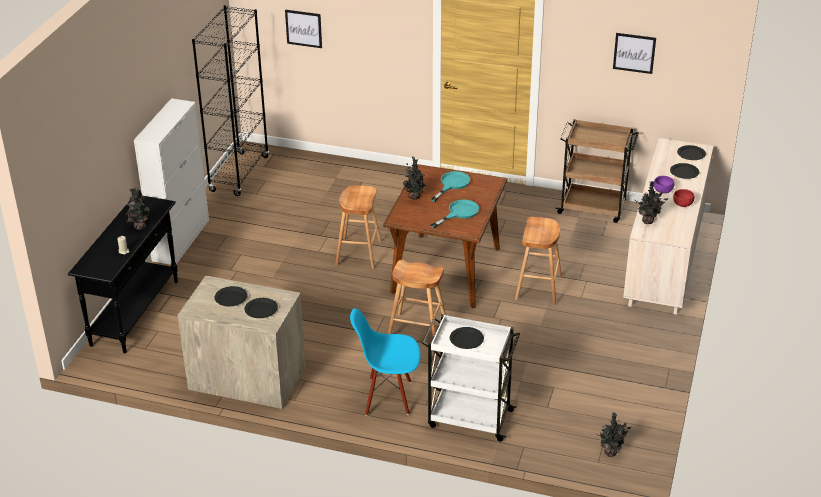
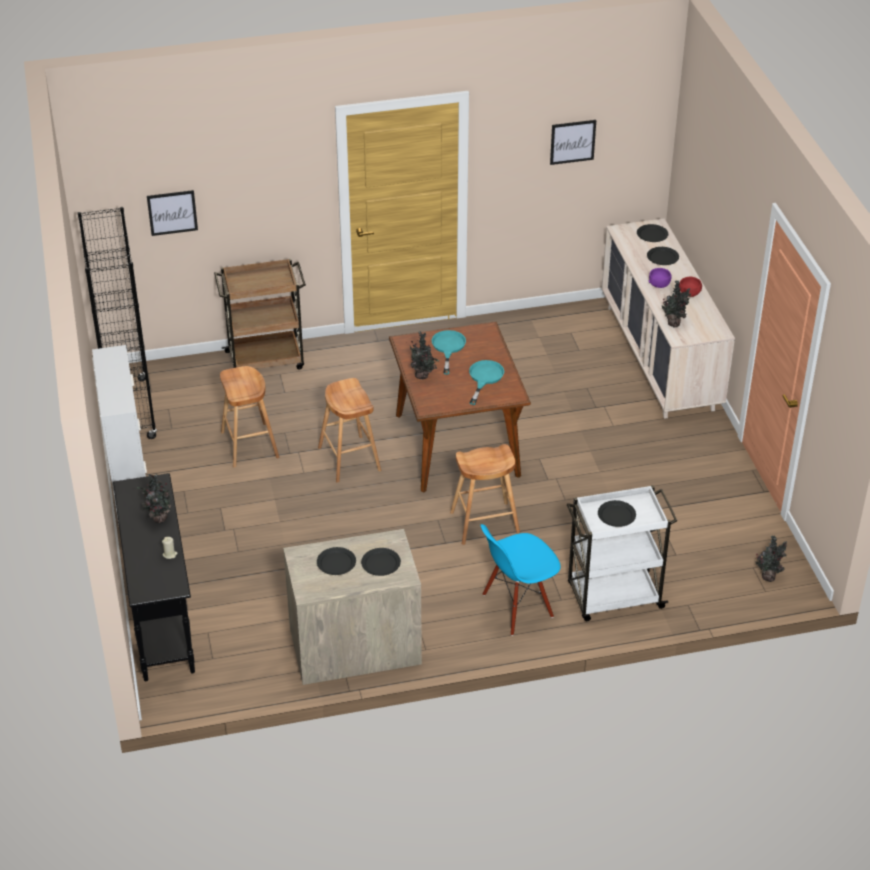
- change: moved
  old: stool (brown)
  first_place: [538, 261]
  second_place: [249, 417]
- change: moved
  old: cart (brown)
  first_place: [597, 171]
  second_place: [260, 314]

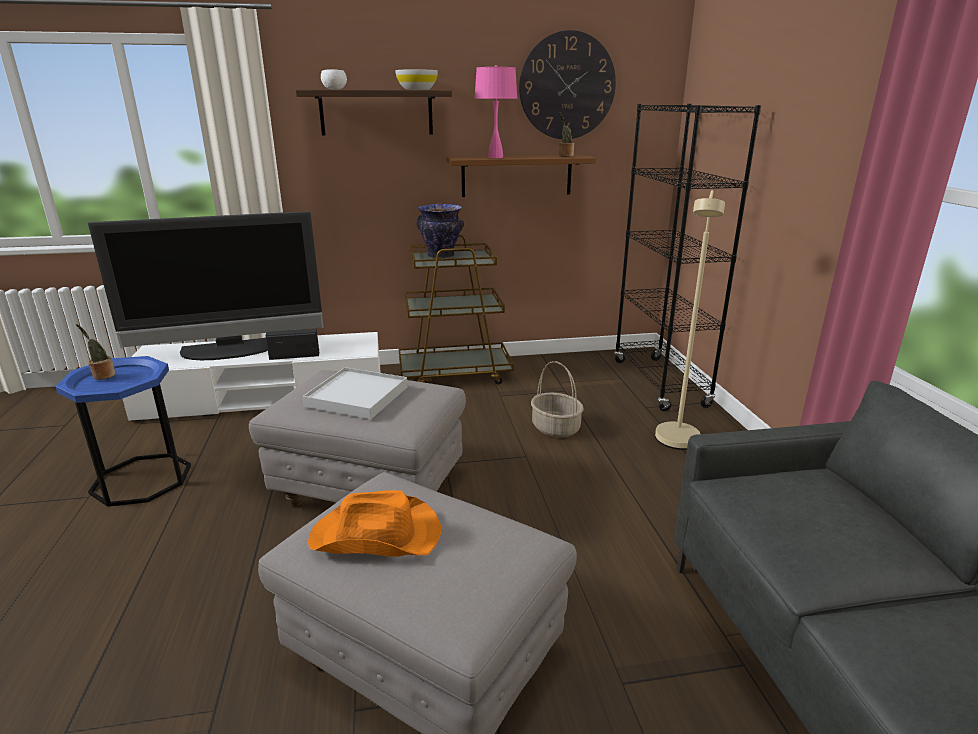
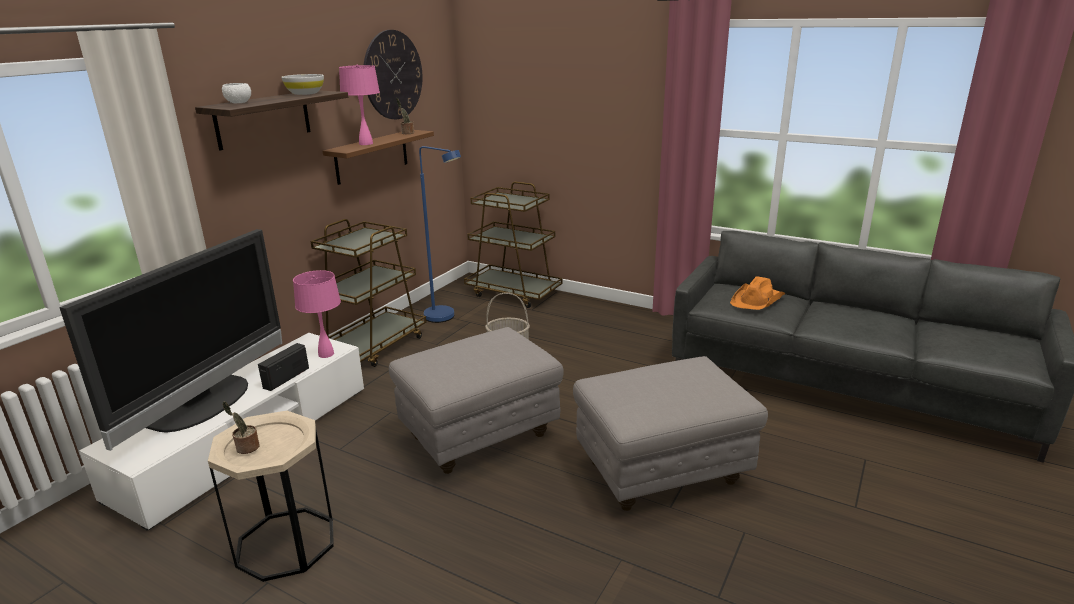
- change: recoloured
  old: side table (blue)
  new: side table (beige)
  first_place: [123, 431]
  second_place: [271, 496]
- change: removed
  old: tray (white)
  first_place: [355, 393]
- change: moved
  old: hat (orange)
  first_place: [374, 523]
  second_place: [757, 293]
- change: removed
  old: vase
  first_place: [440, 231]
- change: replaced
  old: bookcase (black)
  new: cart (brown)
  first_place: [687, 257]
  second_place: [513, 245]
- change: removed
  old: floor lamp (beige)
  first_place: [690, 320]
- change: added
  new: table lamp (pink)
  second_place: [317, 314]
- change: added
  new: floor lamp (blue)
  second_place: [440, 234]

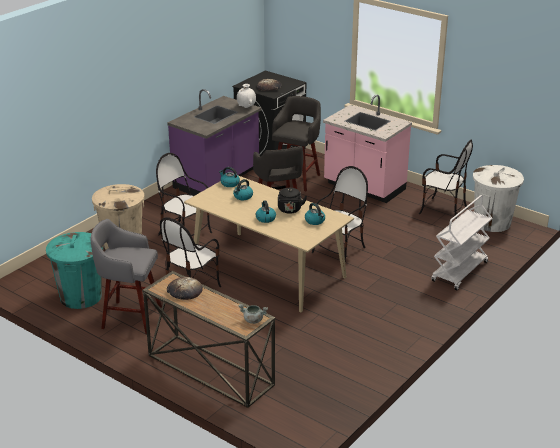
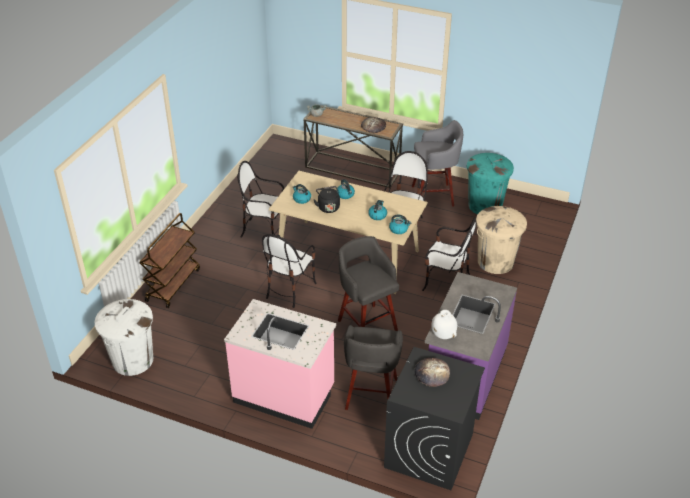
- change: moved
  old: chair
  first_place: [446, 179]
  second_place: [262, 199]
- change: recoloured
  old: cart (white)
  new: cart (brown)
  first_place: [462, 242]
  second_place: [169, 260]

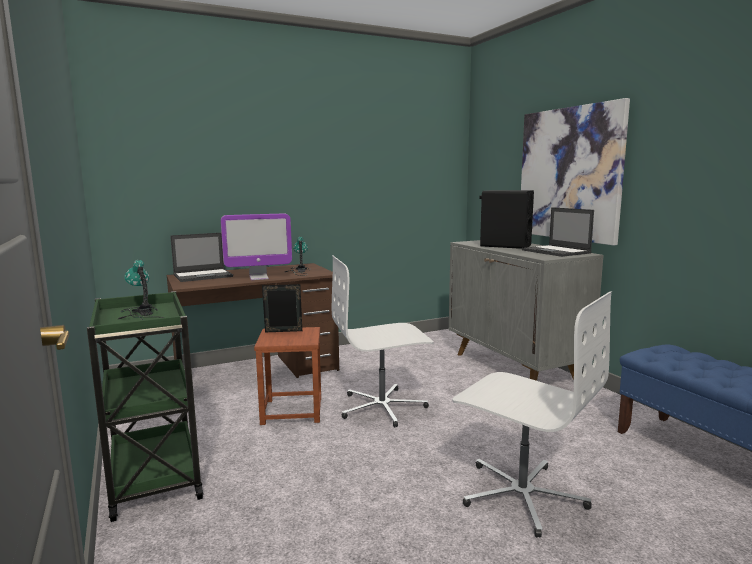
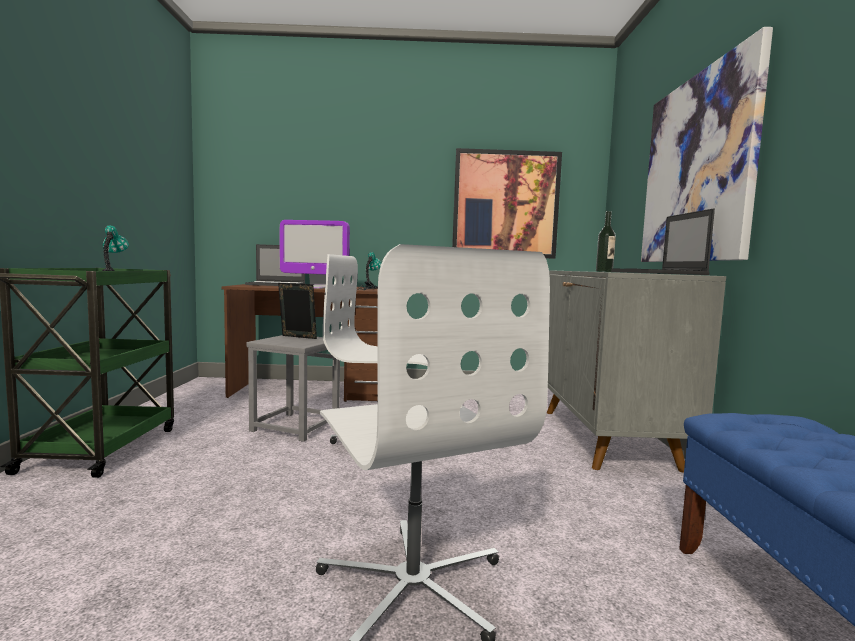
- change: recoloured
  old: stool (brown)
  new: stool (grey)
  first_place: [287, 376]
  second_place: [293, 388]
- change: replaced
  old: speaker (black)
  new: bottle
  first_place: [506, 219]
  second_place: [606, 241]
- change: added
  new: picture
  second_place: [507, 203]

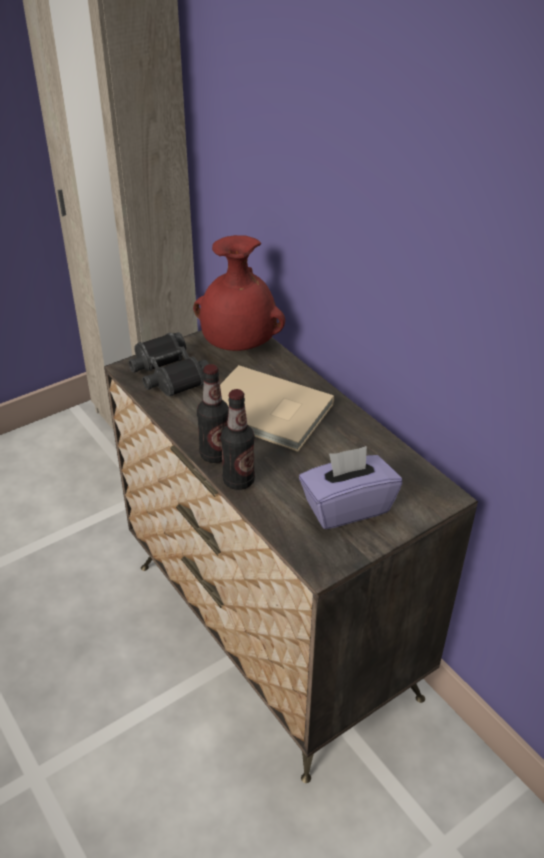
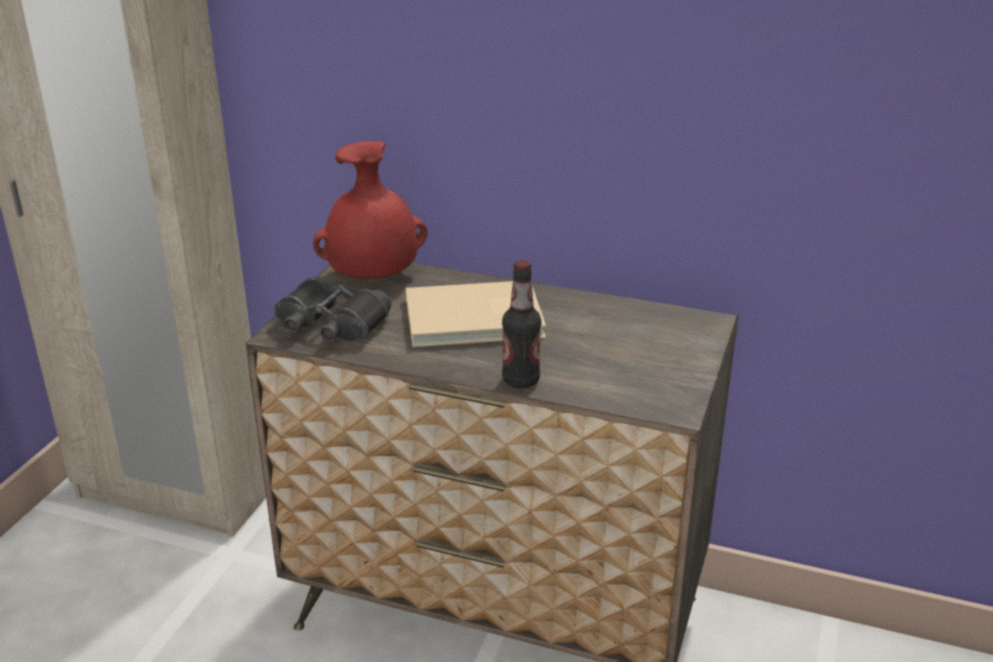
- change: removed
  old: bottle
  first_place: [213, 413]
- change: removed
  old: tissue box (purple)
  first_place: [350, 487]

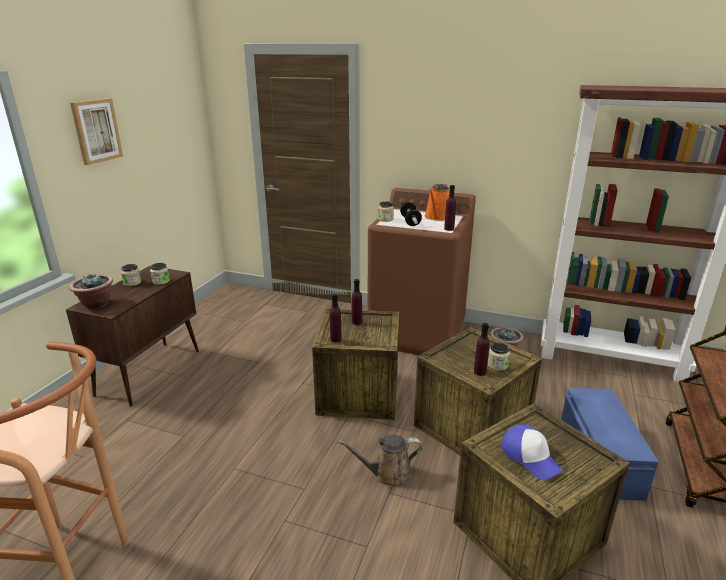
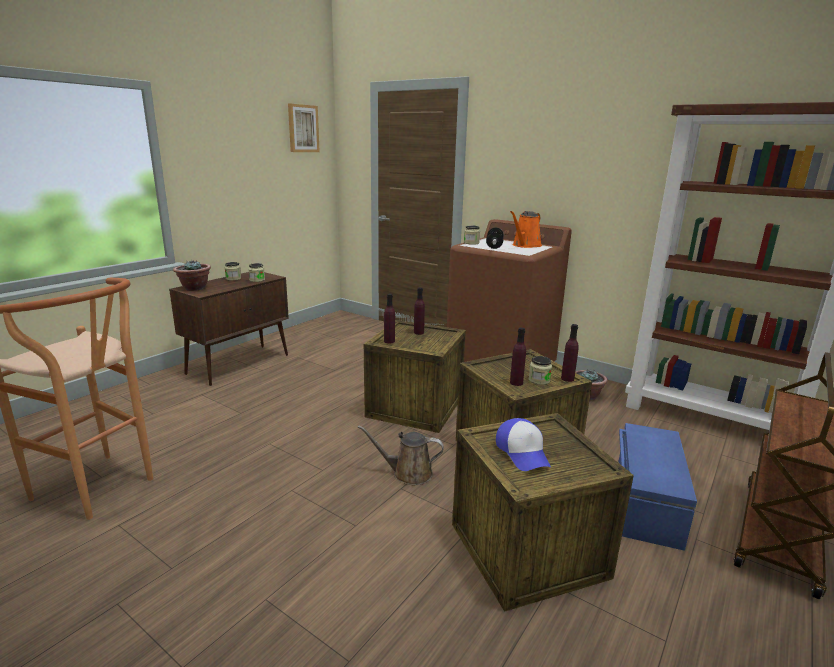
- change: moved
  old: picture
  first_place: [96, 131]
  second_place: [304, 128]
- change: moved
  old: bottle (purple)
  first_place: [450, 208]
  second_place: [570, 353]

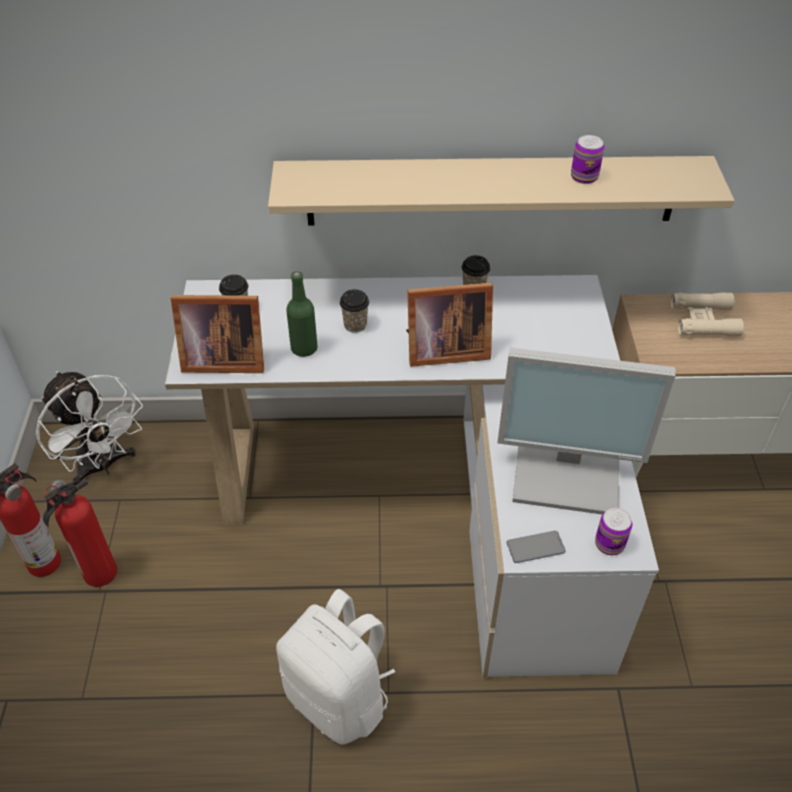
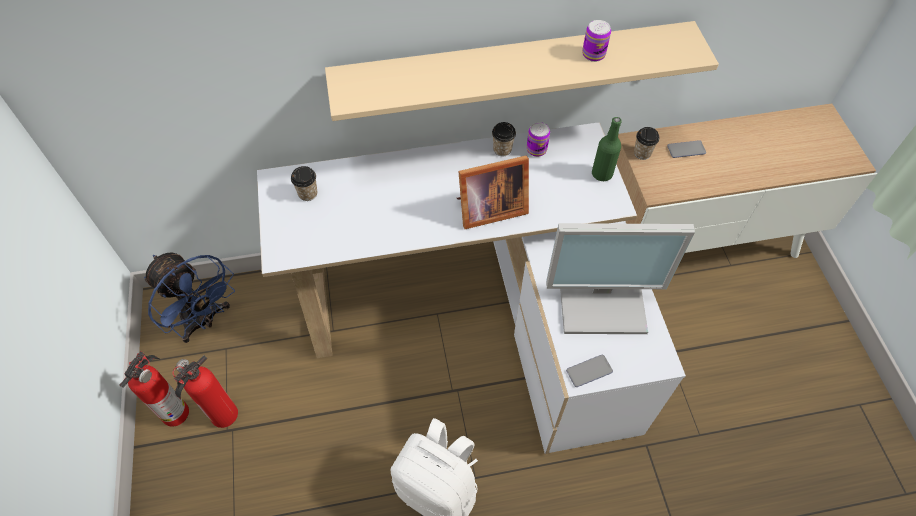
- change: recoloured
  old: fan (white)
  new: fan (blue)
  first_place: [89, 428]
  second_place: [189, 297]
- change: removed
  old: picture frame
  first_place: [217, 334]
- change: moved
  old: bottle (green)
  first_place: [301, 314]
  second_place: [607, 149]
- change: moved
  old: cup
  first_place: [354, 311]
  second_place: [647, 143]
- change: moved
  old: can
  first_place: [613, 531]
  second_place: [538, 139]
- change: replaced
  old: binoculars (beige)
  new: phone
  first_place: [707, 314]
  second_place: [686, 149]

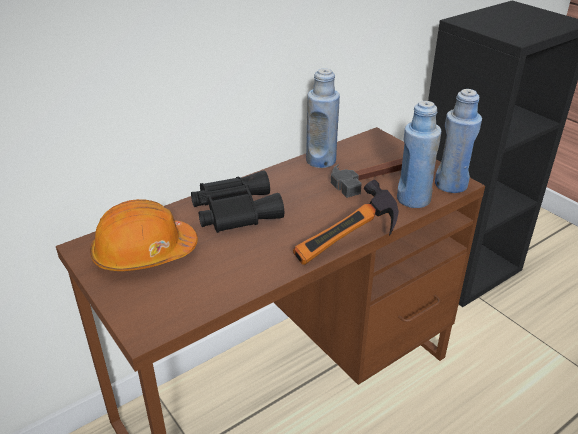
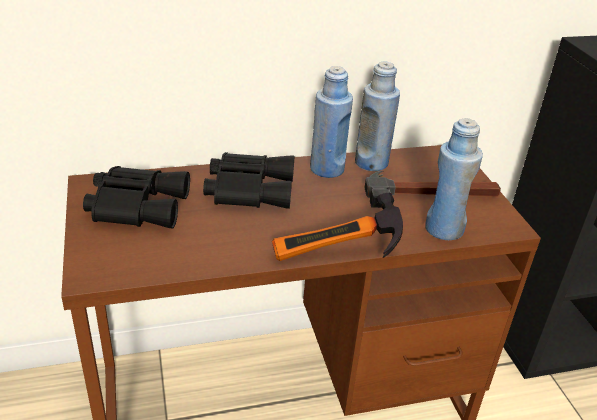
- change: replaced
  old: hard hat (orange)
  new: binoculars (black)
  first_place: [144, 235]
  second_place: [136, 197]
- change: moved
  old: bottle (blue)
  first_place: [458, 141]
  second_place: [331, 122]

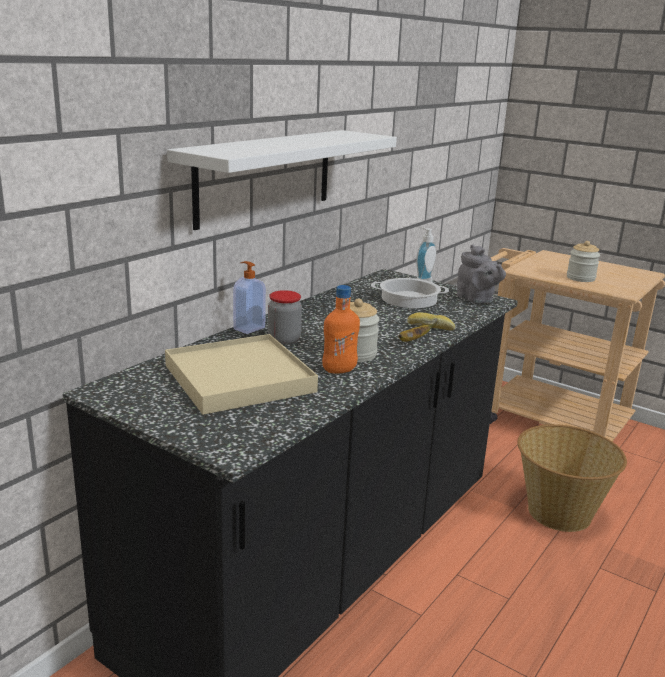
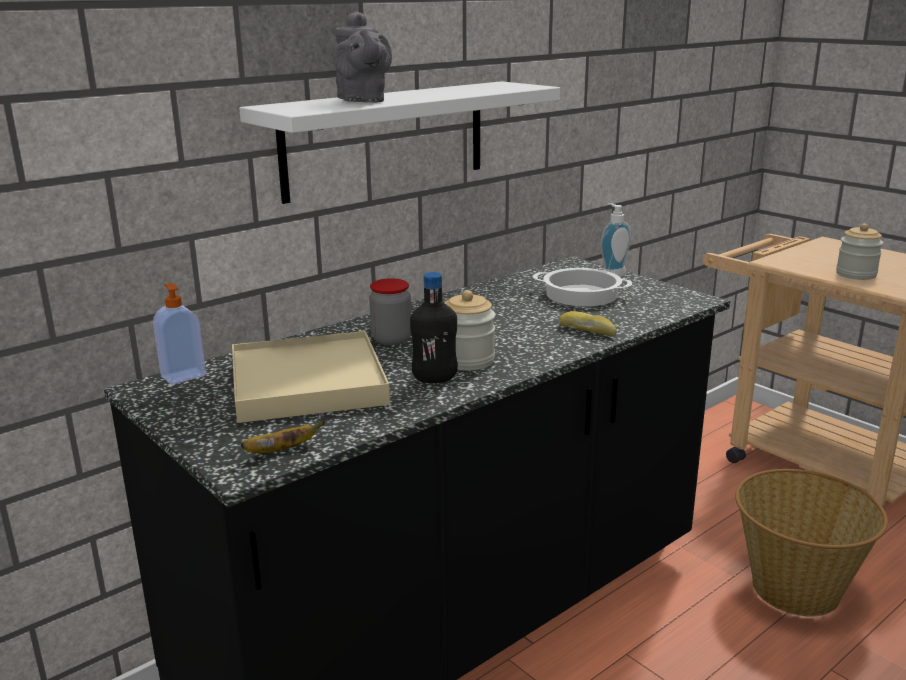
- change: moved
  old: soap dispenser
  first_place: [249, 297]
  second_place: [179, 334]
- change: recoloured
  old: bottle (orange)
  new: bottle (black)
  first_place: [341, 329]
  second_place: [434, 327]
- change: moved
  old: banana
  first_place: [418, 331]
  second_place: [283, 437]
- change: moved
  old: teapot (grey)
  first_place: [481, 274]
  second_place: [362, 56]

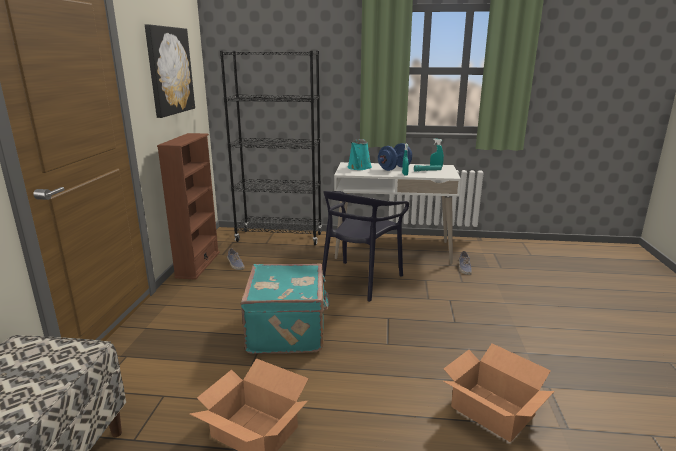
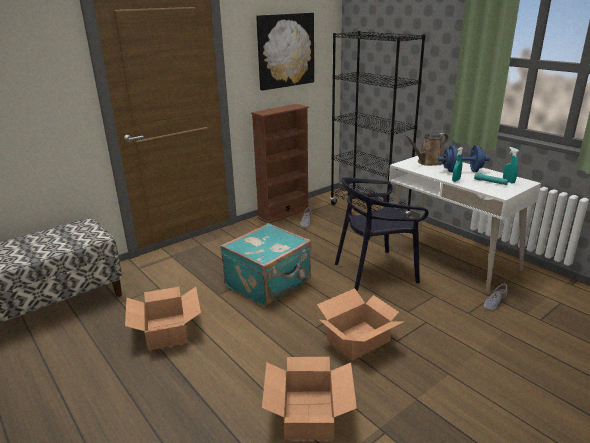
- change: recoloured
  old: watering can (turquoise)
  new: watering can (brown)
  first_place: [359, 154]
  second_place: [427, 149]
- change: added
  new: cardboard box
  second_place: [360, 325]

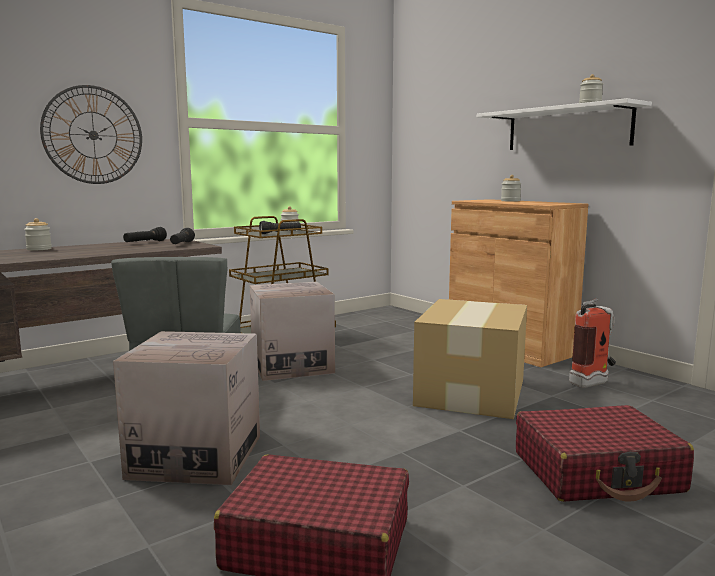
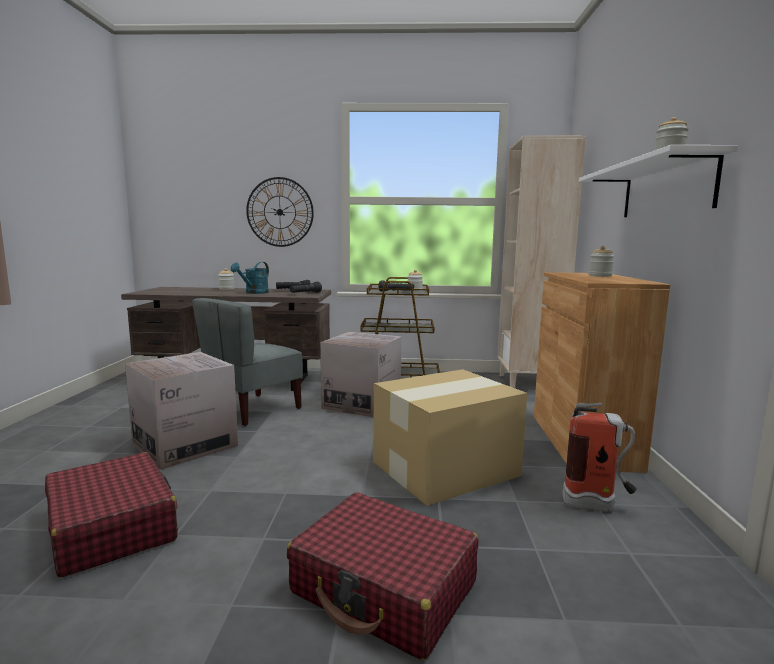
- change: added
  new: watering can (turquoise)
  second_place: [250, 278]
- change: added
  new: bookcase (beige)
  second_place: [541, 261]

